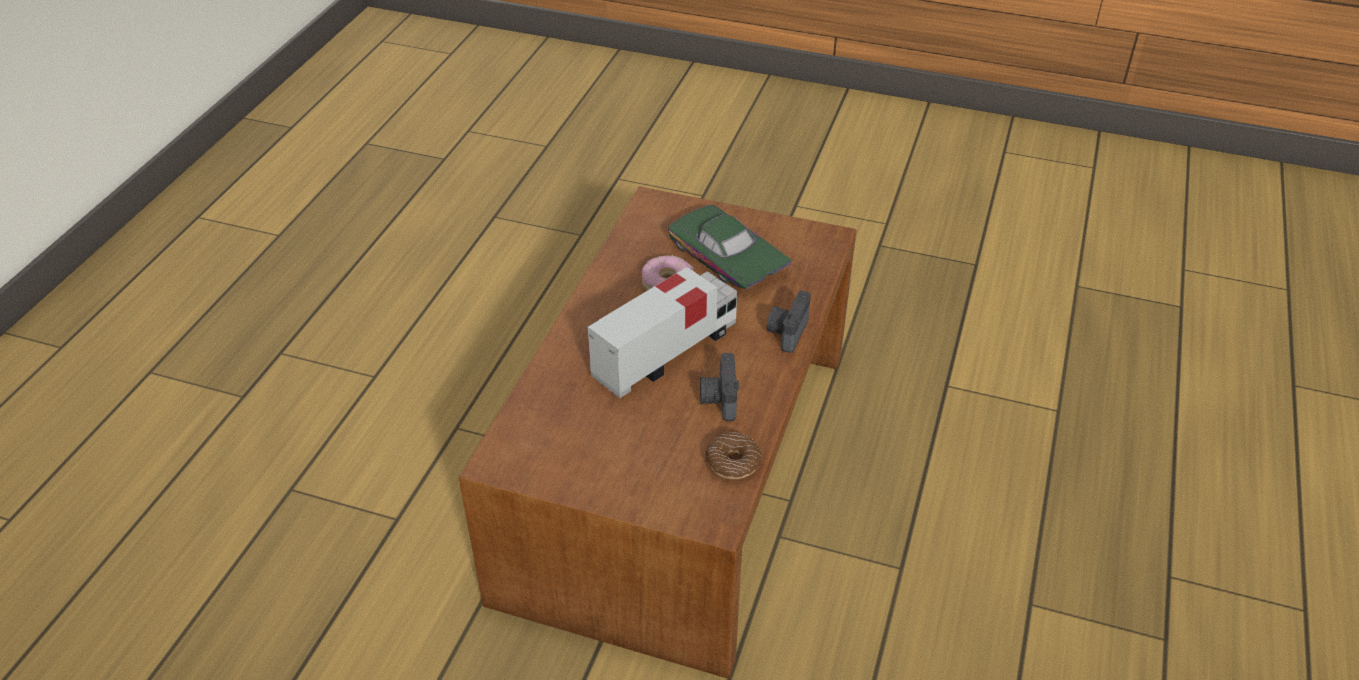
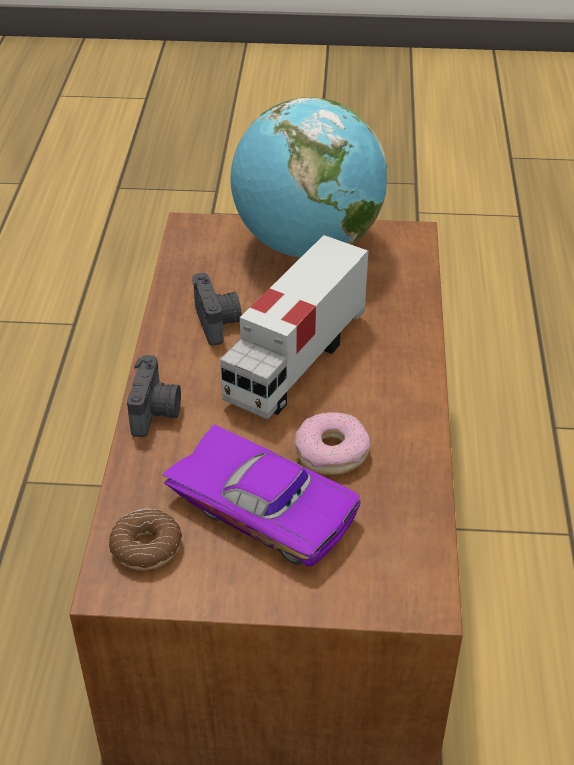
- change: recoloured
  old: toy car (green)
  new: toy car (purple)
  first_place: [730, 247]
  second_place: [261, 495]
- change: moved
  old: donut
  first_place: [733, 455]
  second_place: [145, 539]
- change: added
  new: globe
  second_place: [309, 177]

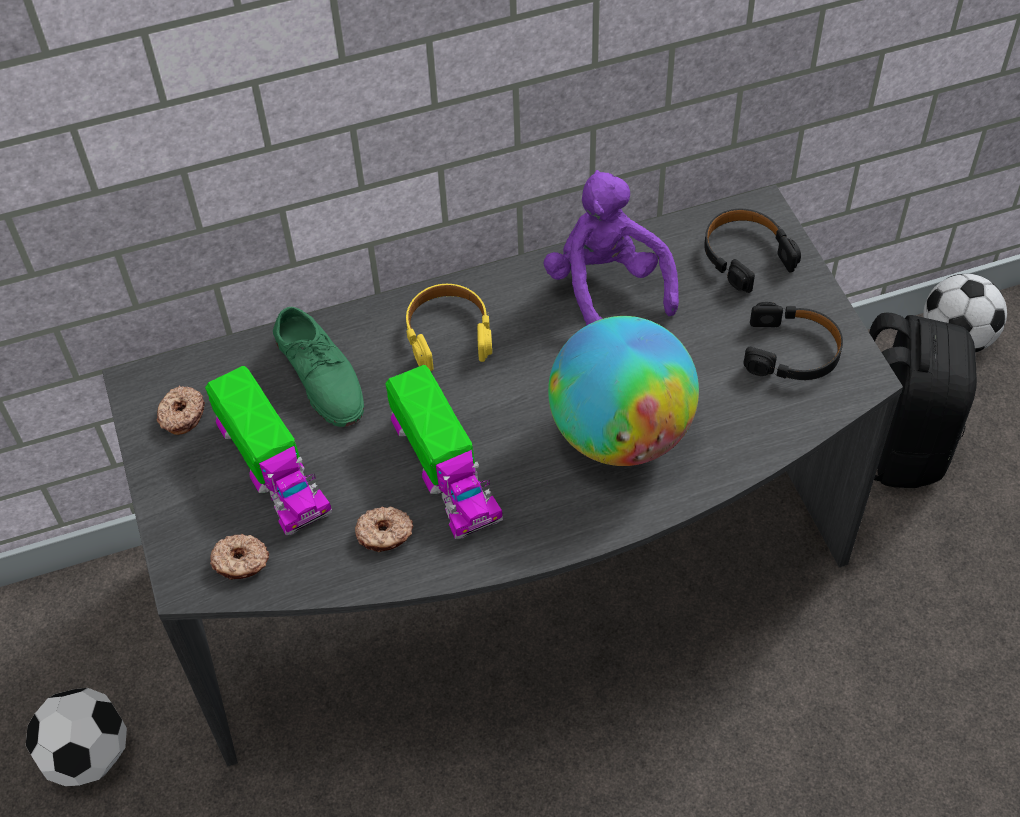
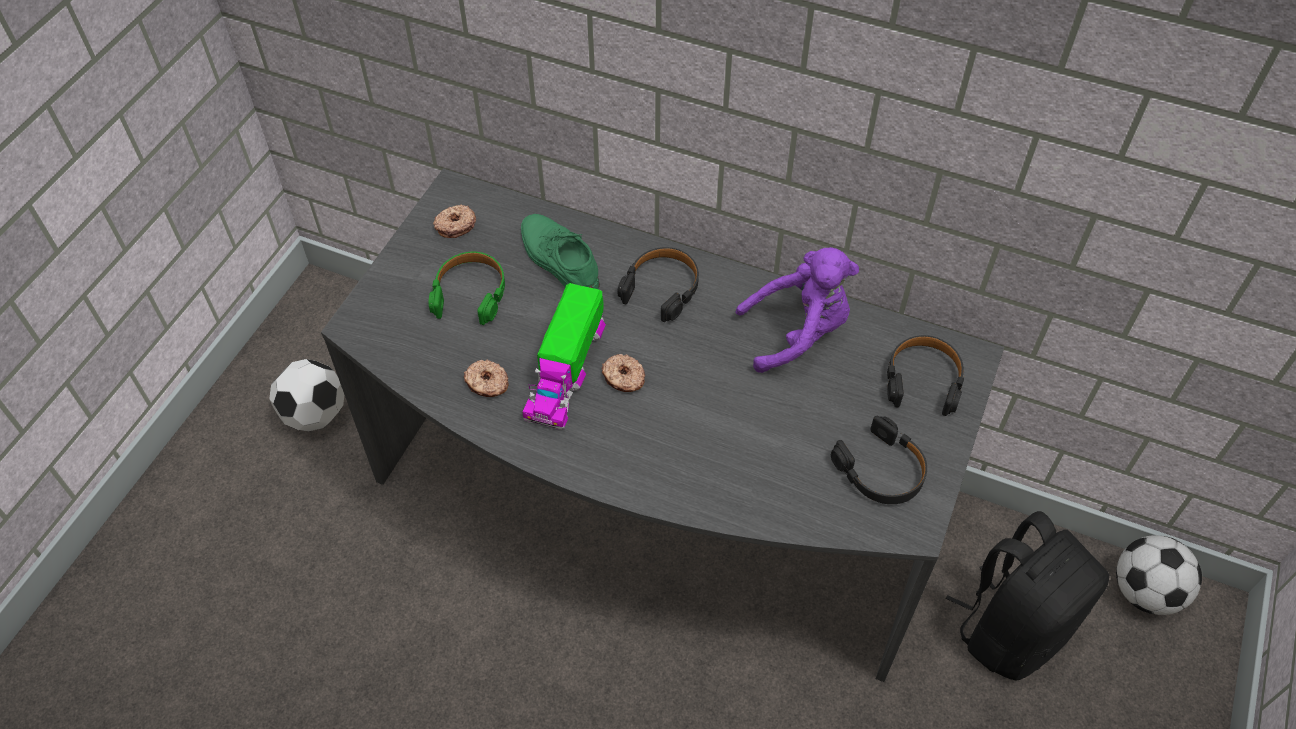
- change: replaced
  old: toy truck
  new: headphones (green)
  first_place: [268, 450]
  second_place: [467, 288]
- change: moved
  old: donut
  first_place: [239, 557]
  second_place: [623, 373]
- change: turned
  old: shoe (green)
  first_place: [318, 367]
  second_place: [560, 251]
  degrees: 135
- change: recoloured
  old: headphones (yellow)
  new: headphones (black)
  first_place: [449, 327]
  second_place: [658, 284]
- change: turned
  old: plush toy (purple)
  first_place: [611, 248]
  second_place: [797, 310]
  degrees: 60
- change: removed
  old: globe
  first_place: [623, 391]

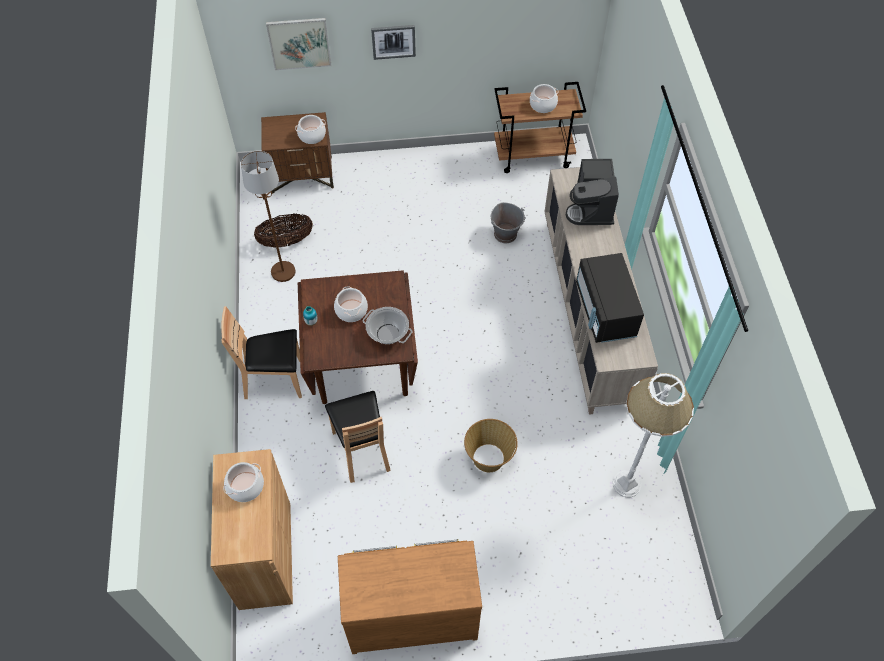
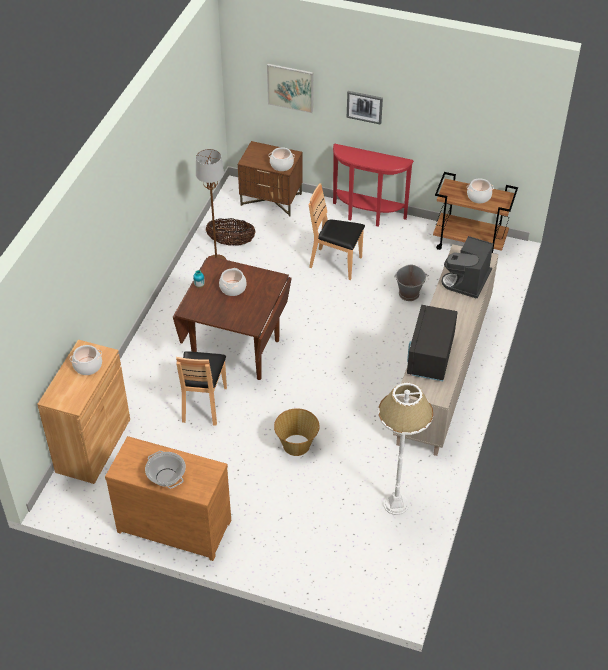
- change: moved
  old: chair (brown)
  first_place: [261, 352]
  second_place: [337, 231]
- change: moved
  old: cooking pot
  first_place: [387, 325]
  second_place: [165, 470]
- change: added
  new: console table (red)
  second_place: [373, 185]

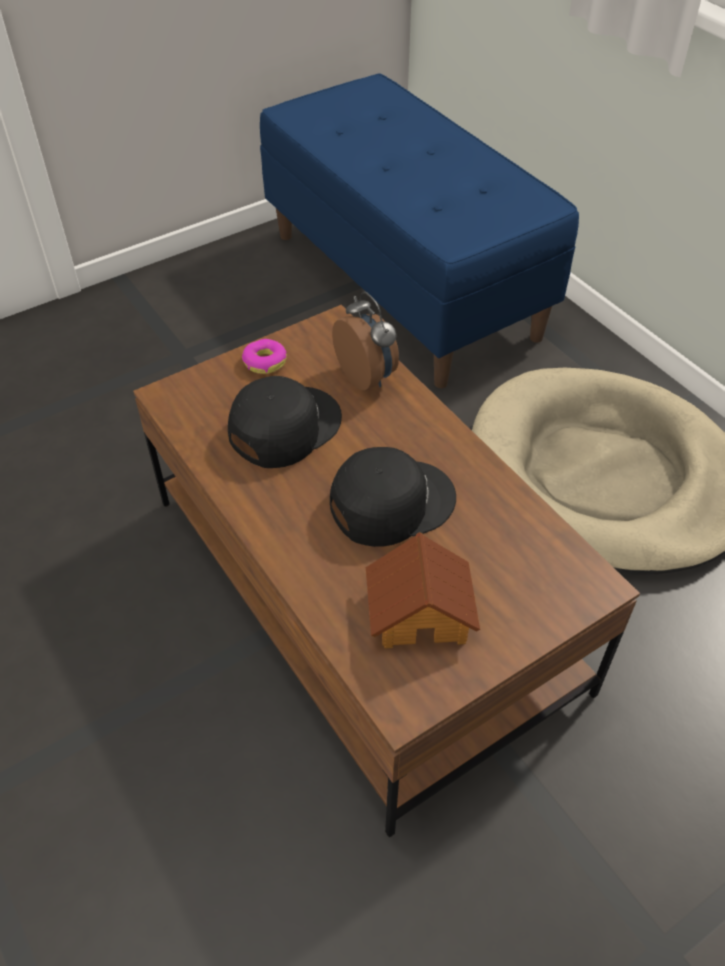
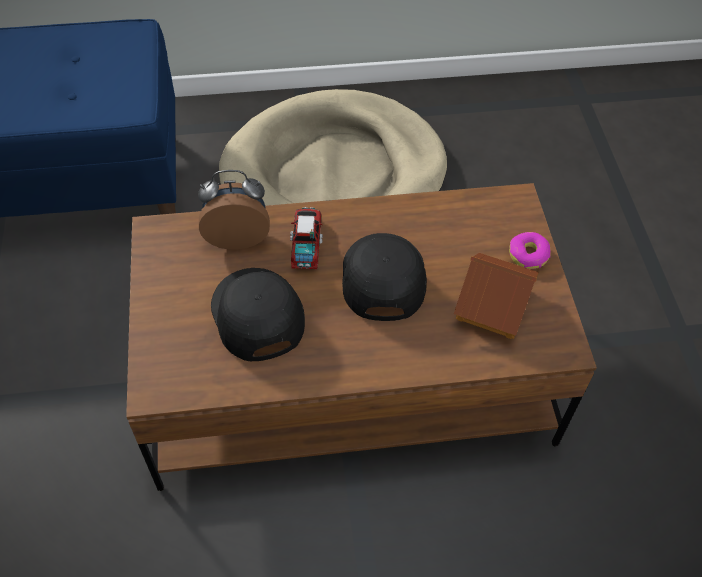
- change: moved
  old: donut
  first_place: [264, 356]
  second_place: [530, 250]
- change: added
  new: toy truck
  second_place: [306, 238]

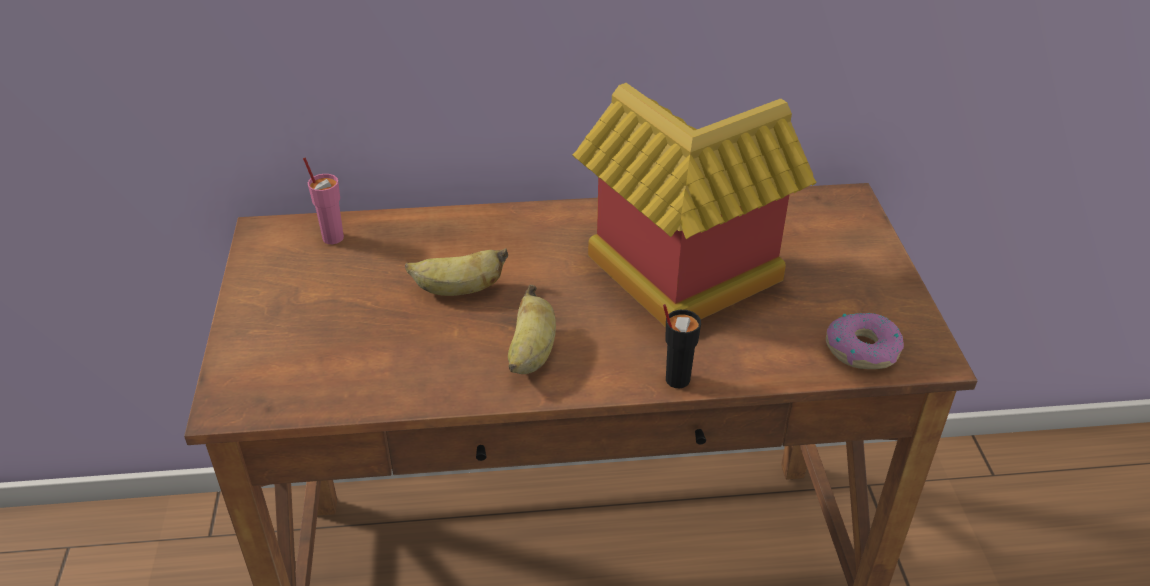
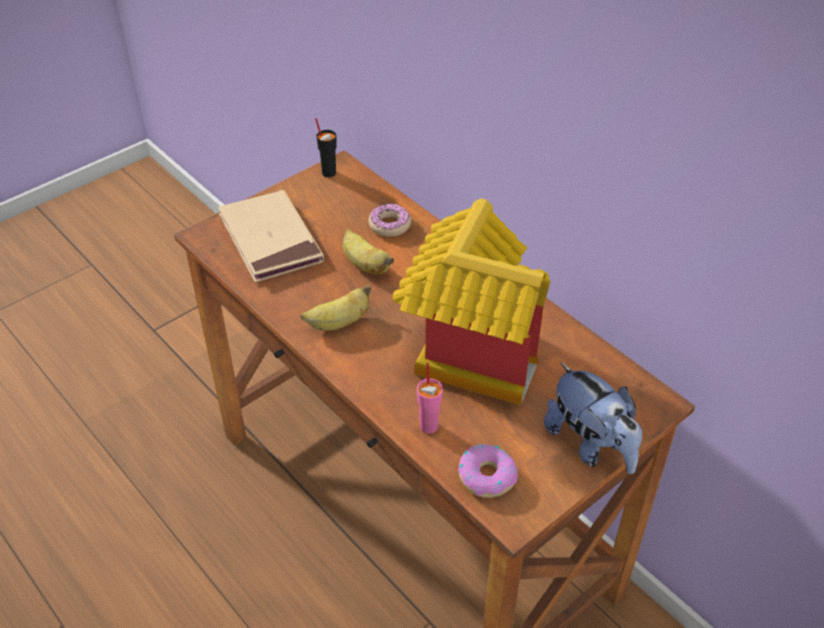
- change: moved
  old: cup (pink)
  first_place: [323, 201]
  second_place: [430, 398]
- change: moved
  old: cup (black)
  first_place: [682, 346]
  second_place: [326, 148]
- change: added
  new: book (beige)
  second_place: [271, 236]
- change: added
  new: donut
  second_place: [389, 220]
- change: added
  new: plush toy
  second_place: [593, 418]

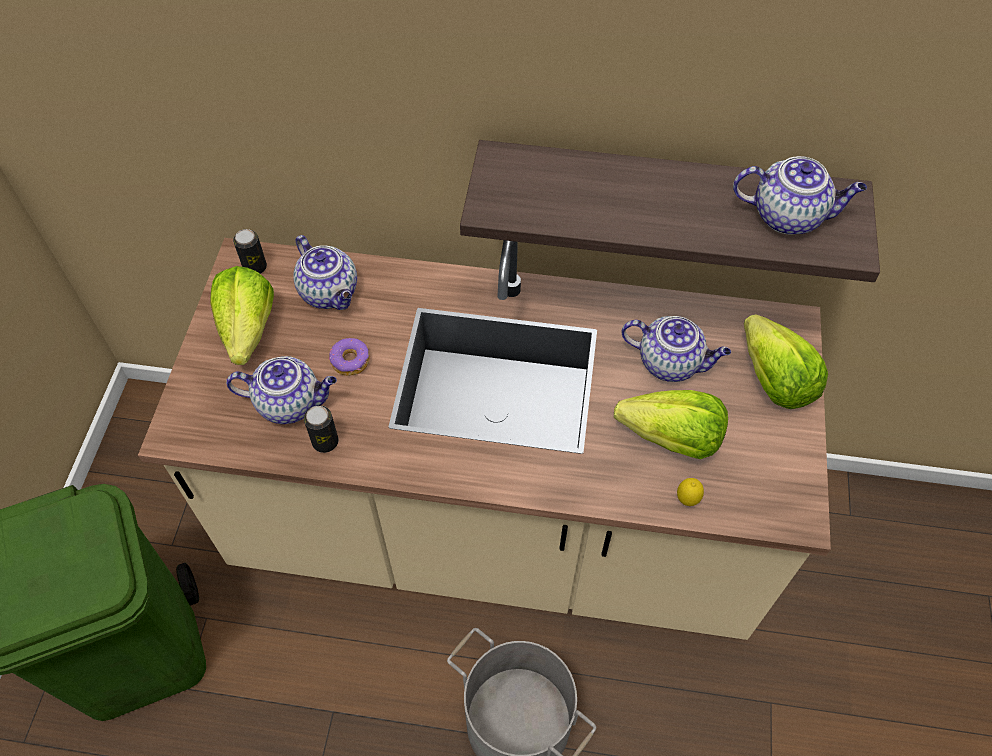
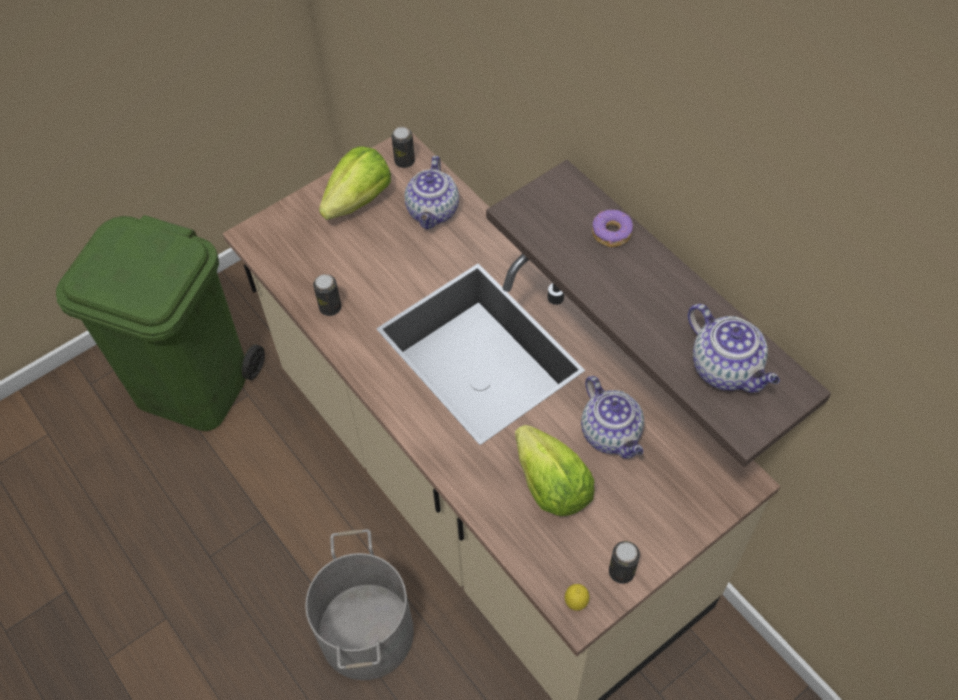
- change: removed
  old: teapot
  first_place: [281, 390]
- change: moved
  old: donut
  first_place: [349, 357]
  second_place: [612, 228]
- change: moved
  old: lemon
  first_place: [690, 492]
  second_place: [577, 597]
- change: removed
  old: lettuce
  first_place: [786, 361]
- change: added
  new: can
  second_place: [624, 562]

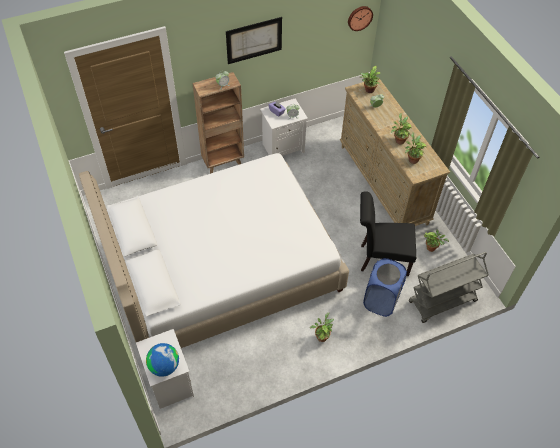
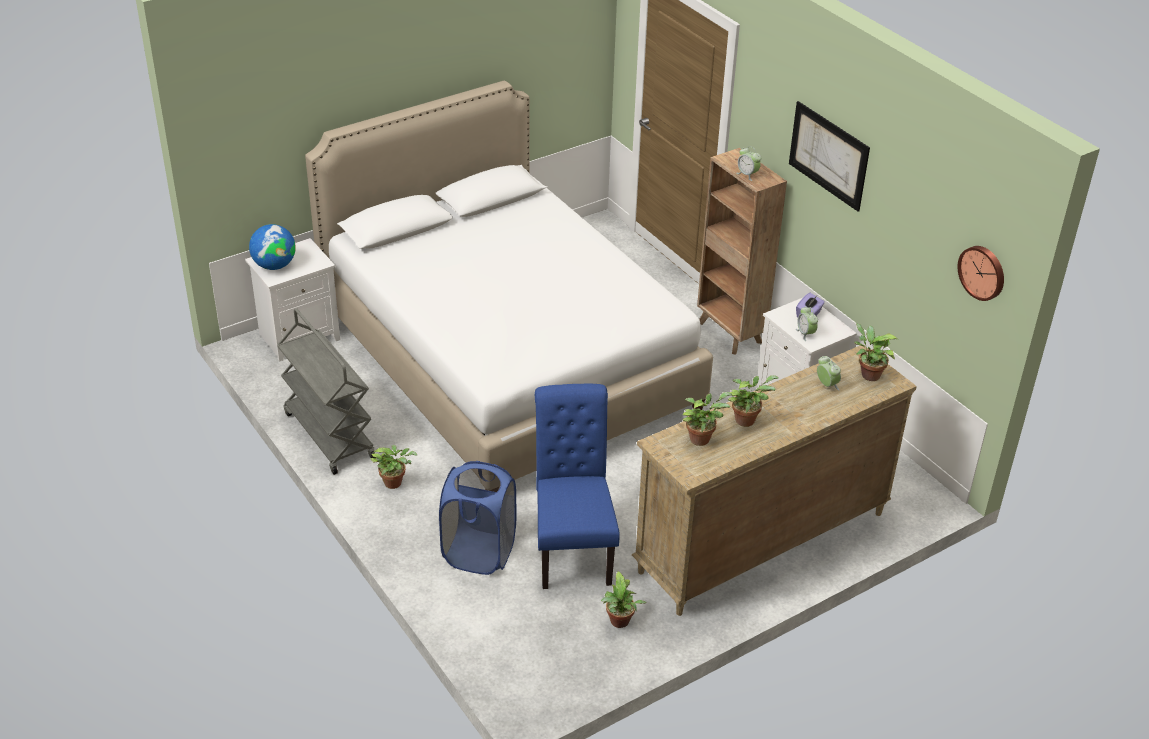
- change: recoloured
  old: chair (black)
  new: chair (blue)
  first_place: [388, 233]
  second_place: [577, 486]
- change: moved
  old: cart (grey)
  first_place: [449, 287]
  second_place: [326, 392]

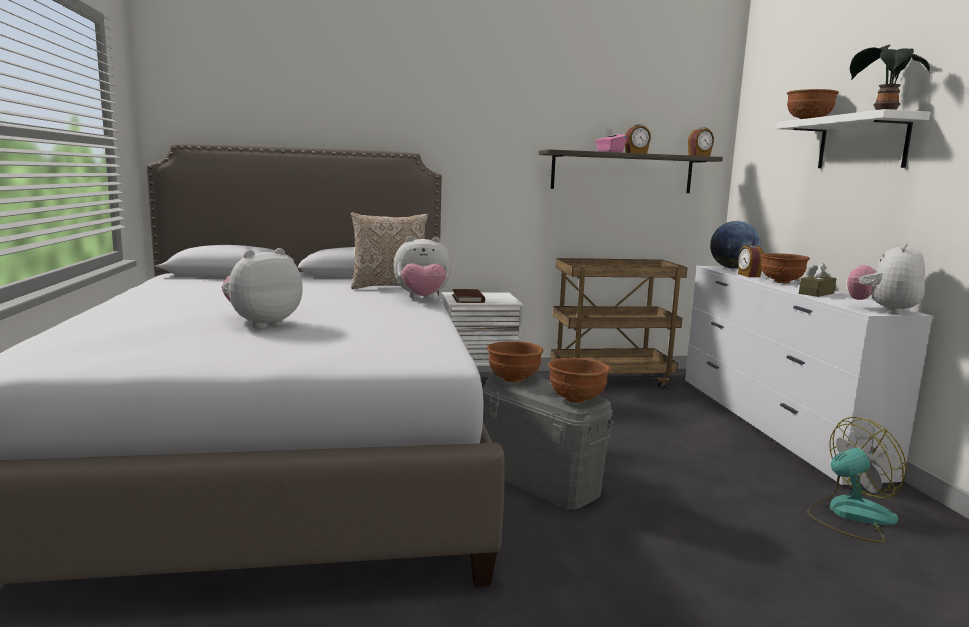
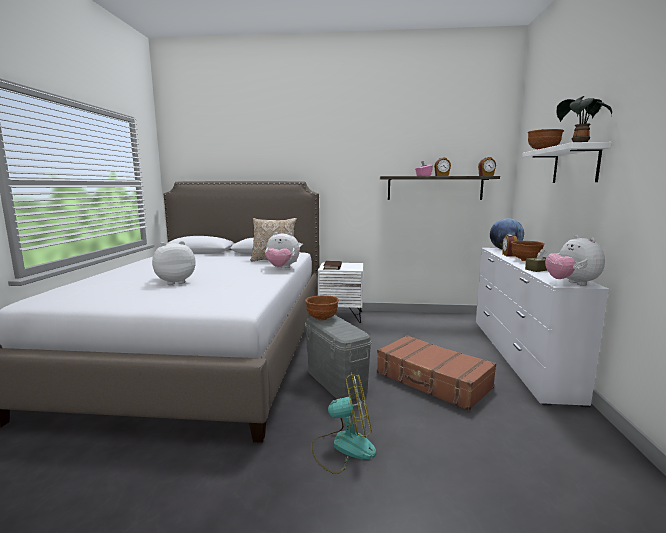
- change: removed
  old: bowl (brown)
  first_place: [579, 380]
- change: removed
  old: cart (brown)
  first_place: [618, 323]
- change: moved
  old: fan
  first_place: [857, 480]
  second_place: [343, 423]
- change: turned
  old: plush toy
  first_place: [886, 278]
  second_place: [575, 260]
  degrees: -60
- change: added
  new: suitcase (brown)
  second_place: [436, 373]

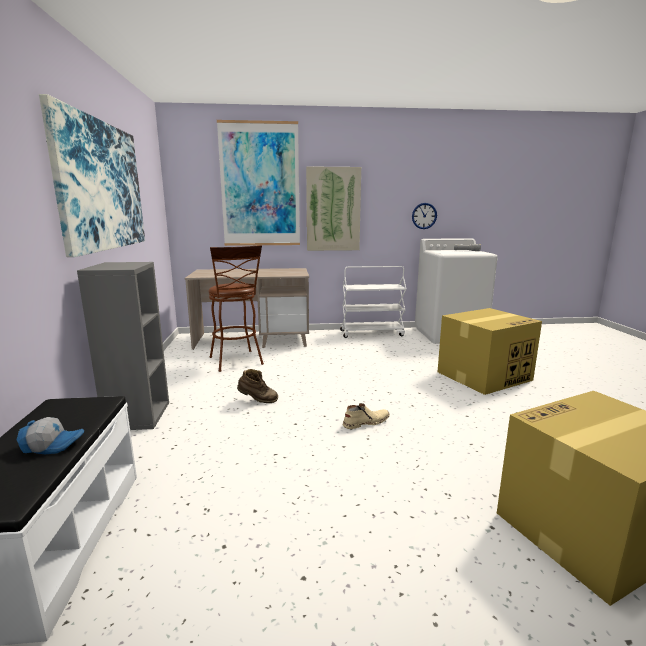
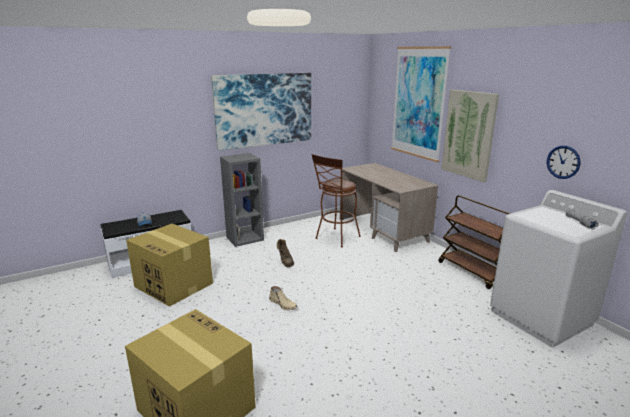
- change: recoloured
  old: cart (white)
  new: cart (brown)
  first_place: [373, 302]
  second_place: [474, 242]
- change: moved
  old: cardboard box
  first_place: [490, 351]
  second_place: [169, 265]

